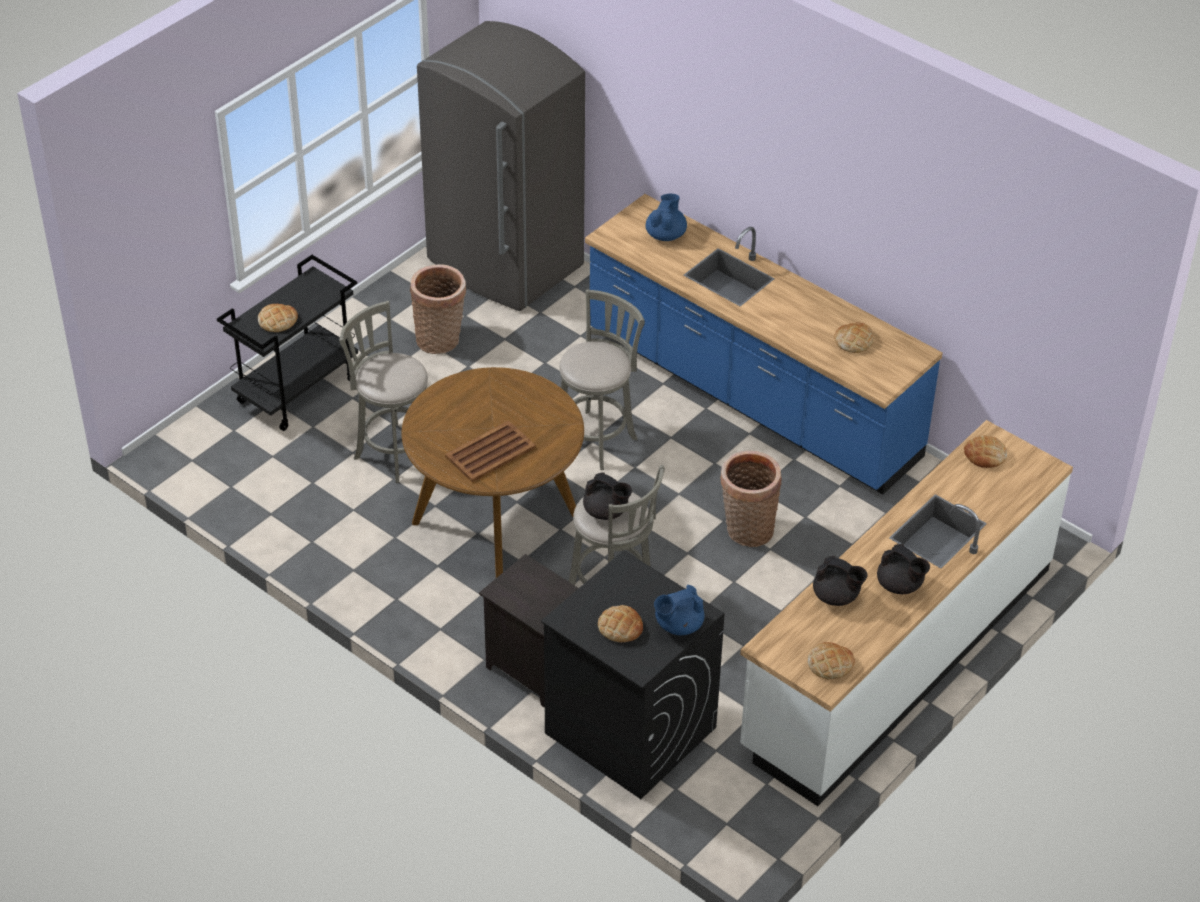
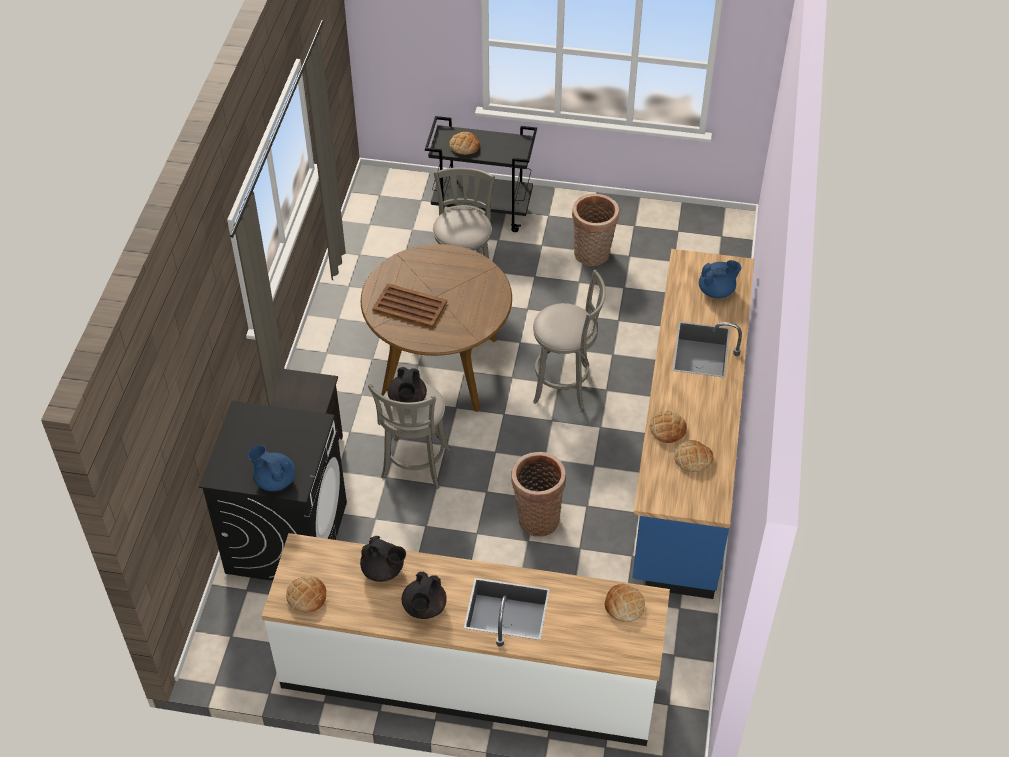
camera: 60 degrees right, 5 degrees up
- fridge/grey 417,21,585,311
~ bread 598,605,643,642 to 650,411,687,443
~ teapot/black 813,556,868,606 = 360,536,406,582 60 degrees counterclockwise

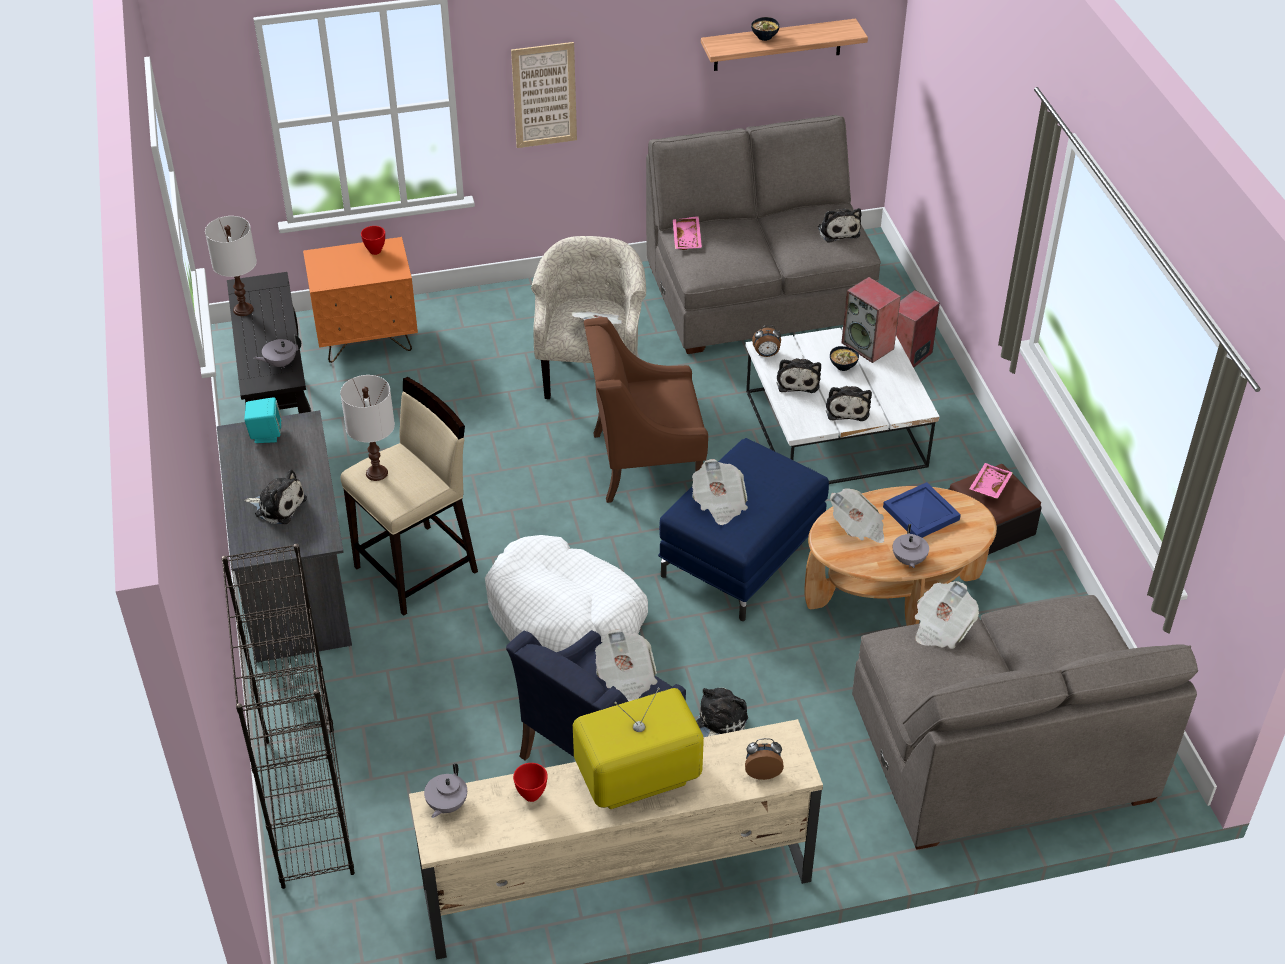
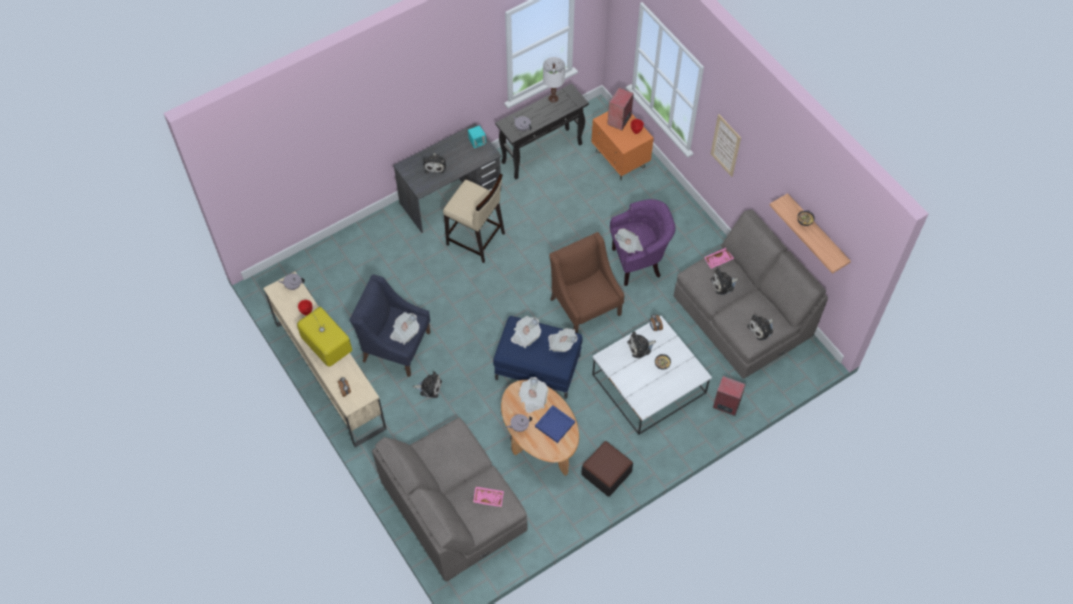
camera: 70 degrees right, 15 degrees up
- bookcase/black 221,544,355,889
- table lamp/white 340,375,395,481
- dog bed/white 485,535,648,652
~ armchair/beige 531,236,646,399 to armchair/purple 610,199,676,286
~ plush toy 826,386,872,421 to 711,268,739,295
~ speaker 841,277,901,363 to 607,87,634,130
~ newspaper 915,581,979,649 to 548,328,577,352
~ tray/pink 969,463,1013,499 to 473,487,504,507

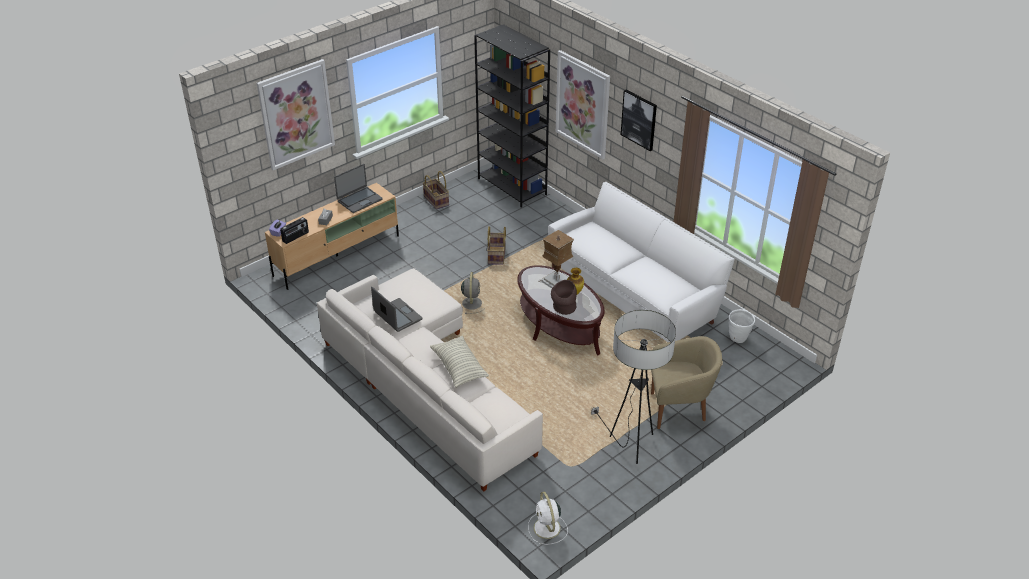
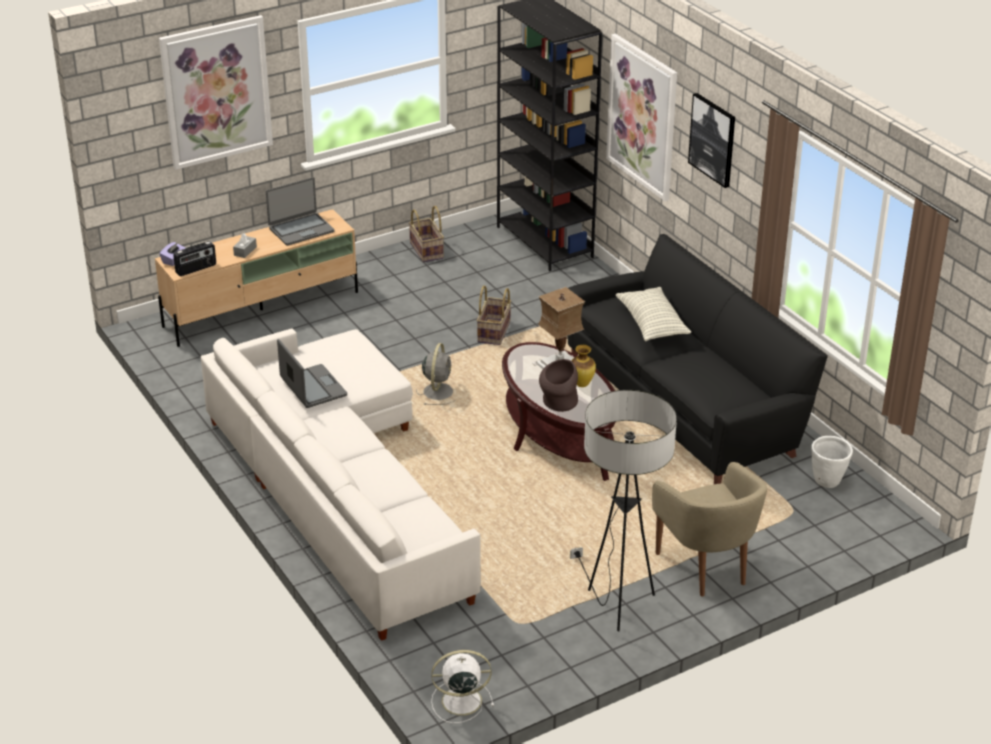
camera: 10 degrees right, 5 degrees down
~ pillow 430,336,489,388 to 616,287,691,341
~ fan/white 528,492,568,545 = 431,650,494,723 90 degrees clockwise
~ sofa/white 548,182,735,342 to sofa/black 568,234,828,484
~ armchair/beige 651,336,722,429 = 652,462,767,596 60 degrees clockwise

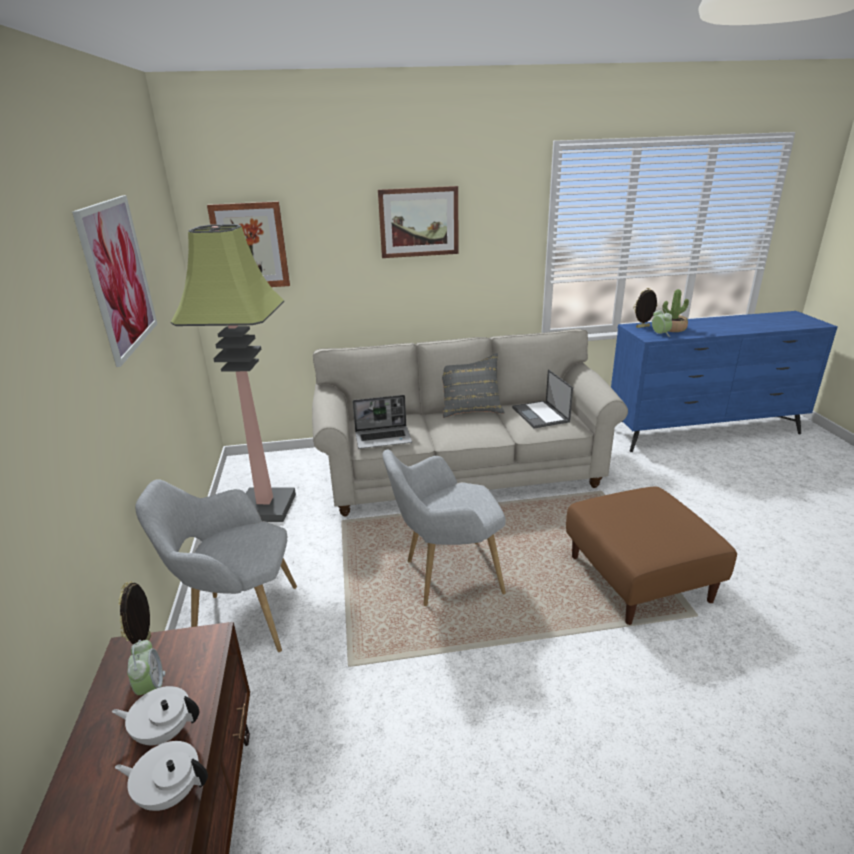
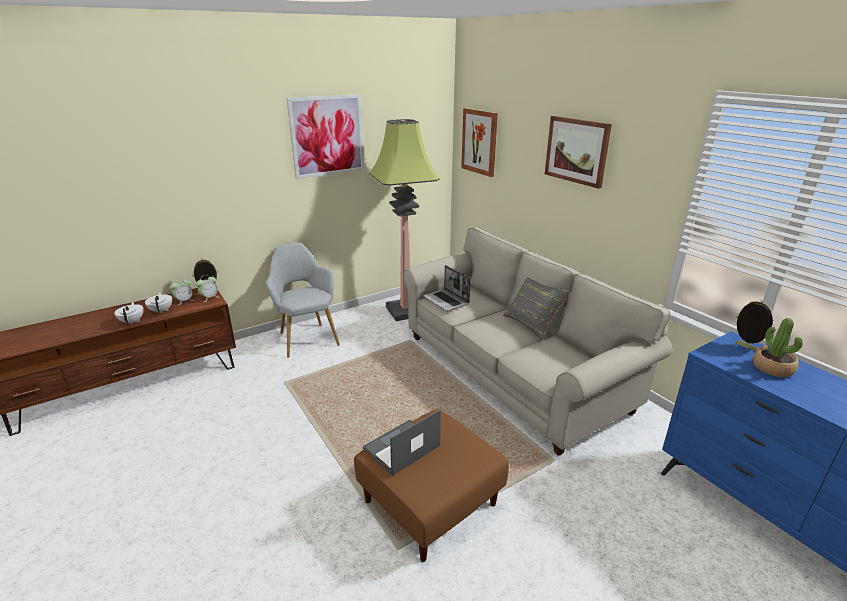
camera: 65 degrees right, 0 degrees up
- armchair/grey 383,450,506,606
~ laptop 512,369,573,428 to 363,410,441,476
~ alarm clock 652,308,672,337 to 196,275,219,302

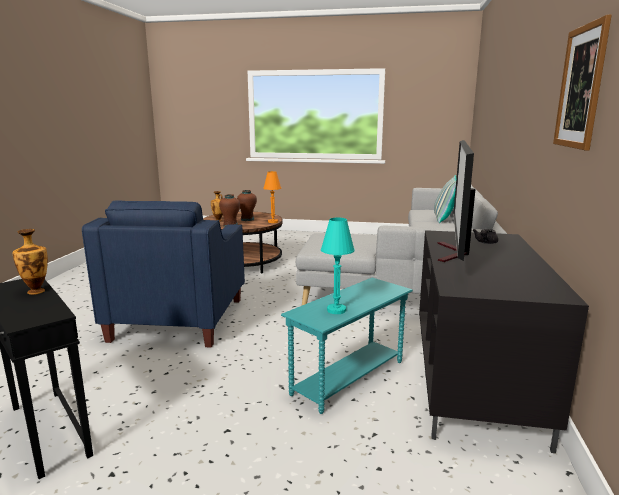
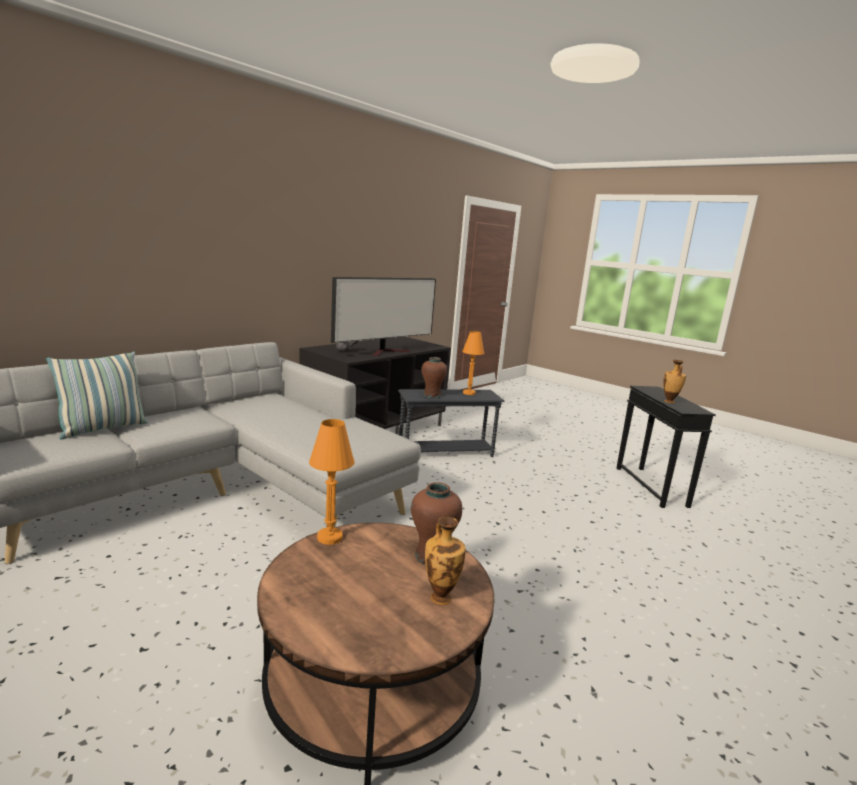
camera: 150 degrees left, 0 degrees up
- armchair/blue 82,201,245,348
~ vase/brown 237,190,257,221 to 421,357,447,398
~ side table/turquoise 281,278,413,414 to side table/grey 398,389,504,457
~ table lamp/turquoise 321,218,355,314 to table lamp/orange 462,331,484,395
- picture 553,15,612,150

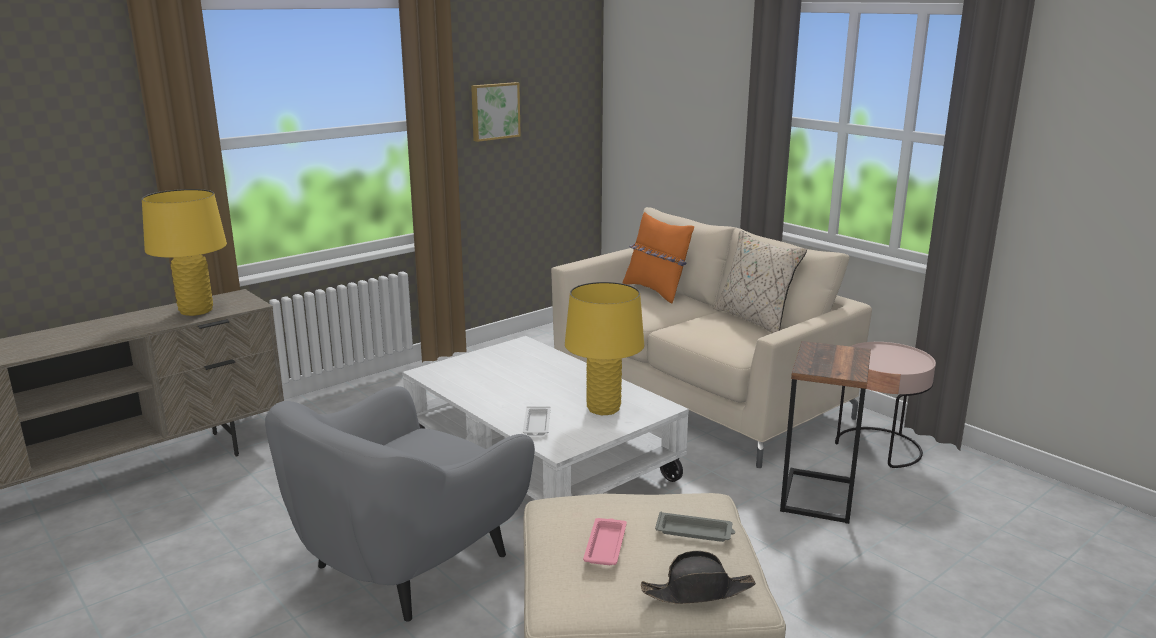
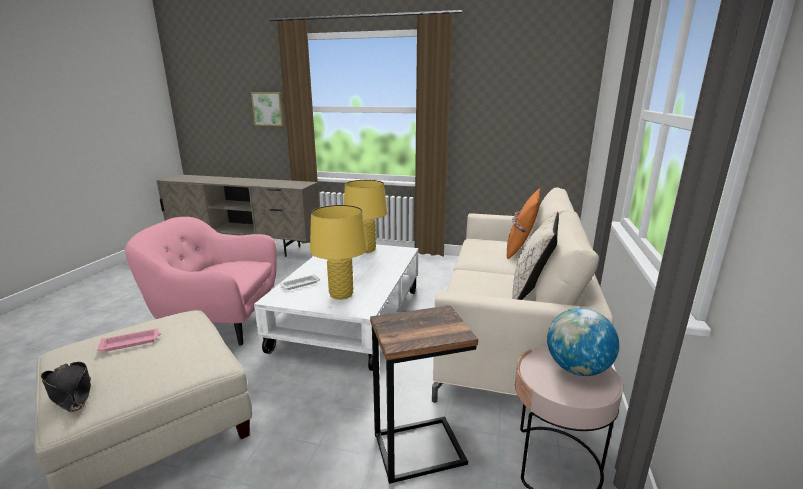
camera: 55 degrees right, 0 degrees up
~ table lamp/yellow 142,189,227,316 to 344,180,387,253
~ armchair/grey 265,386,535,622 to armchair/pink 125,217,277,346
~ picture 471,82,521,142 to 251,92,284,126
- tray/grey 655,512,735,542
+ globe 547,308,619,376

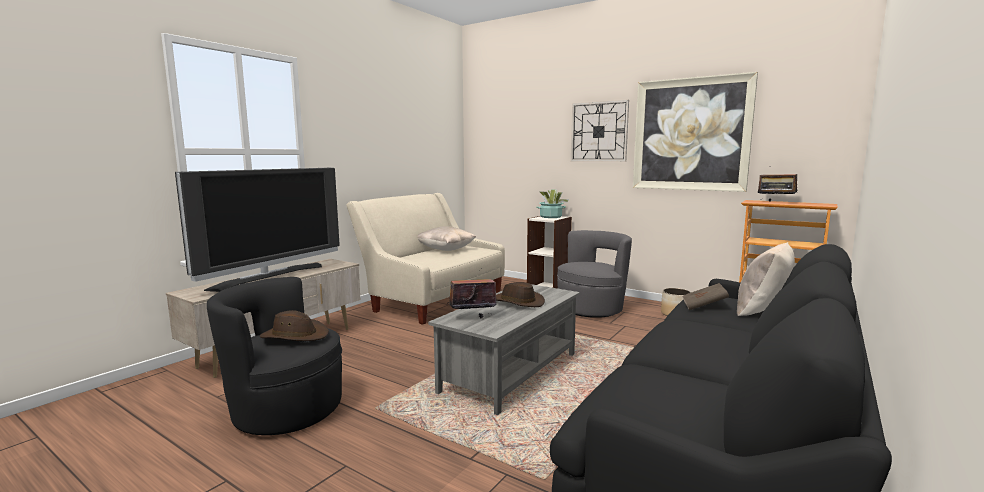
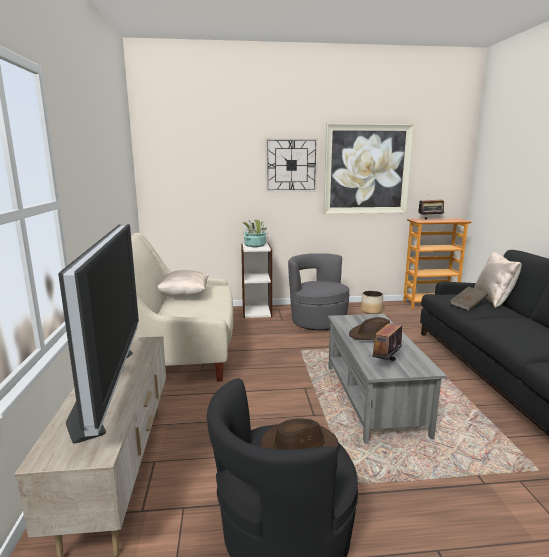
camera: 40 degrees left, 5 degrees up
~ armchair/grey 557,230,632,318 = 288,253,350,331 45 degrees counterclockwise

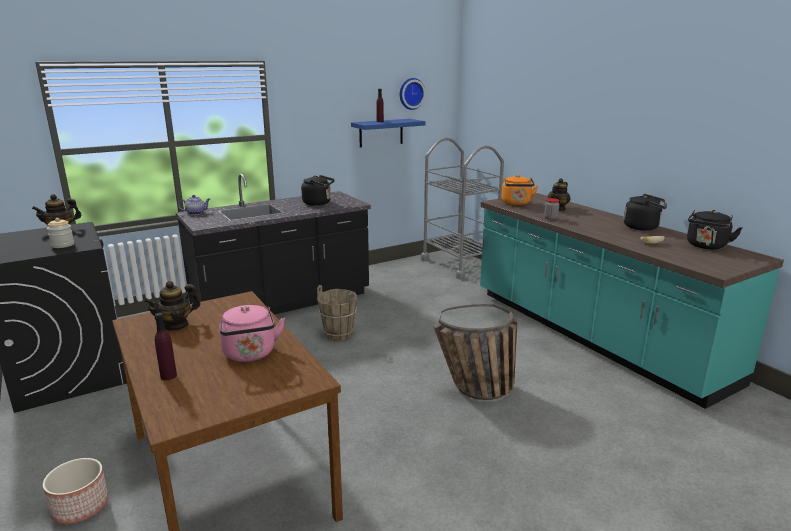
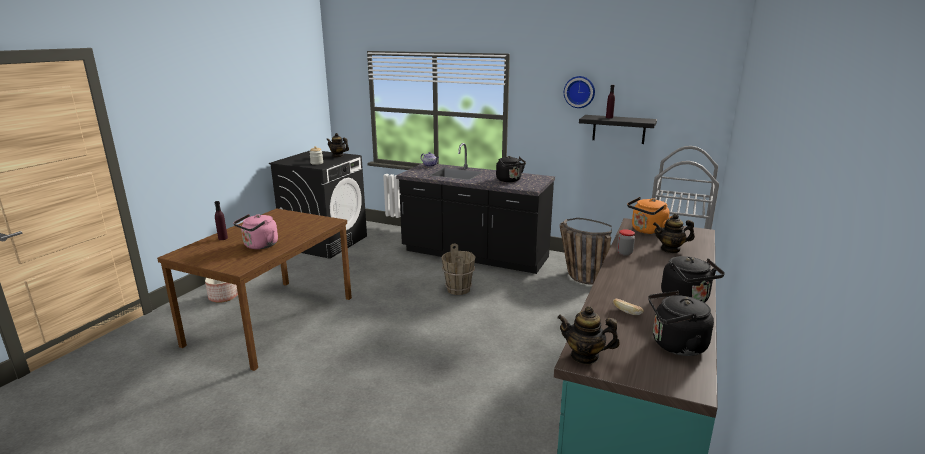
camera: 55 degrees right, 0 degrees up
~ teapot 144,281,201,331 to 557,306,620,364
~ shelf/blue 351,119,426,147 to shelf/black 579,115,657,144
~ wall clock 400,78,426,110 to 564,76,595,108
~ basket 433,304,517,400 to 560,218,612,285

